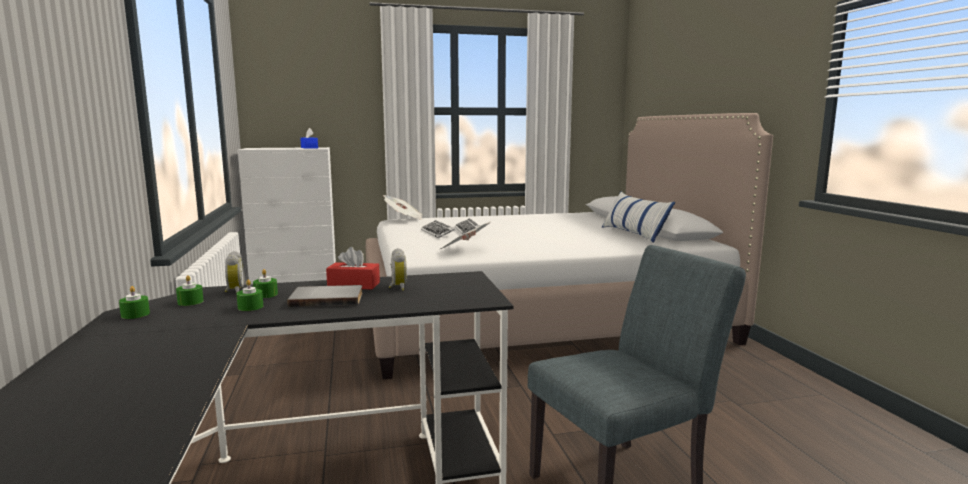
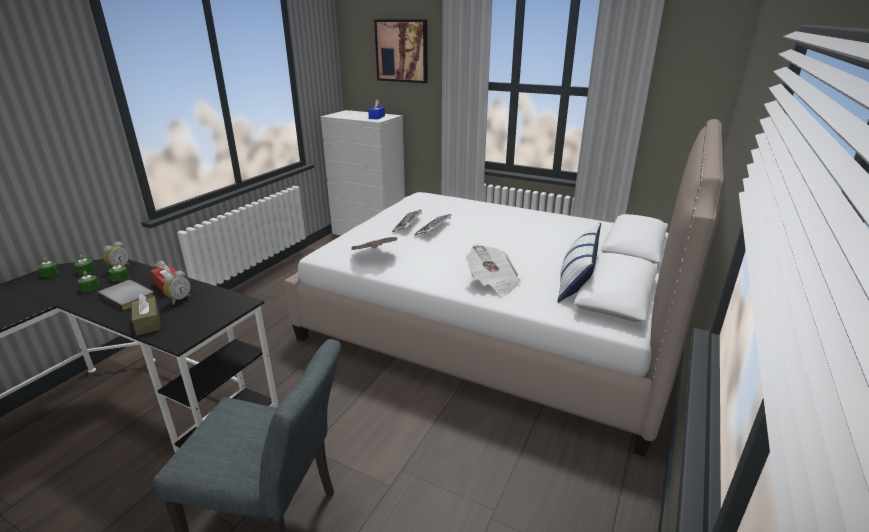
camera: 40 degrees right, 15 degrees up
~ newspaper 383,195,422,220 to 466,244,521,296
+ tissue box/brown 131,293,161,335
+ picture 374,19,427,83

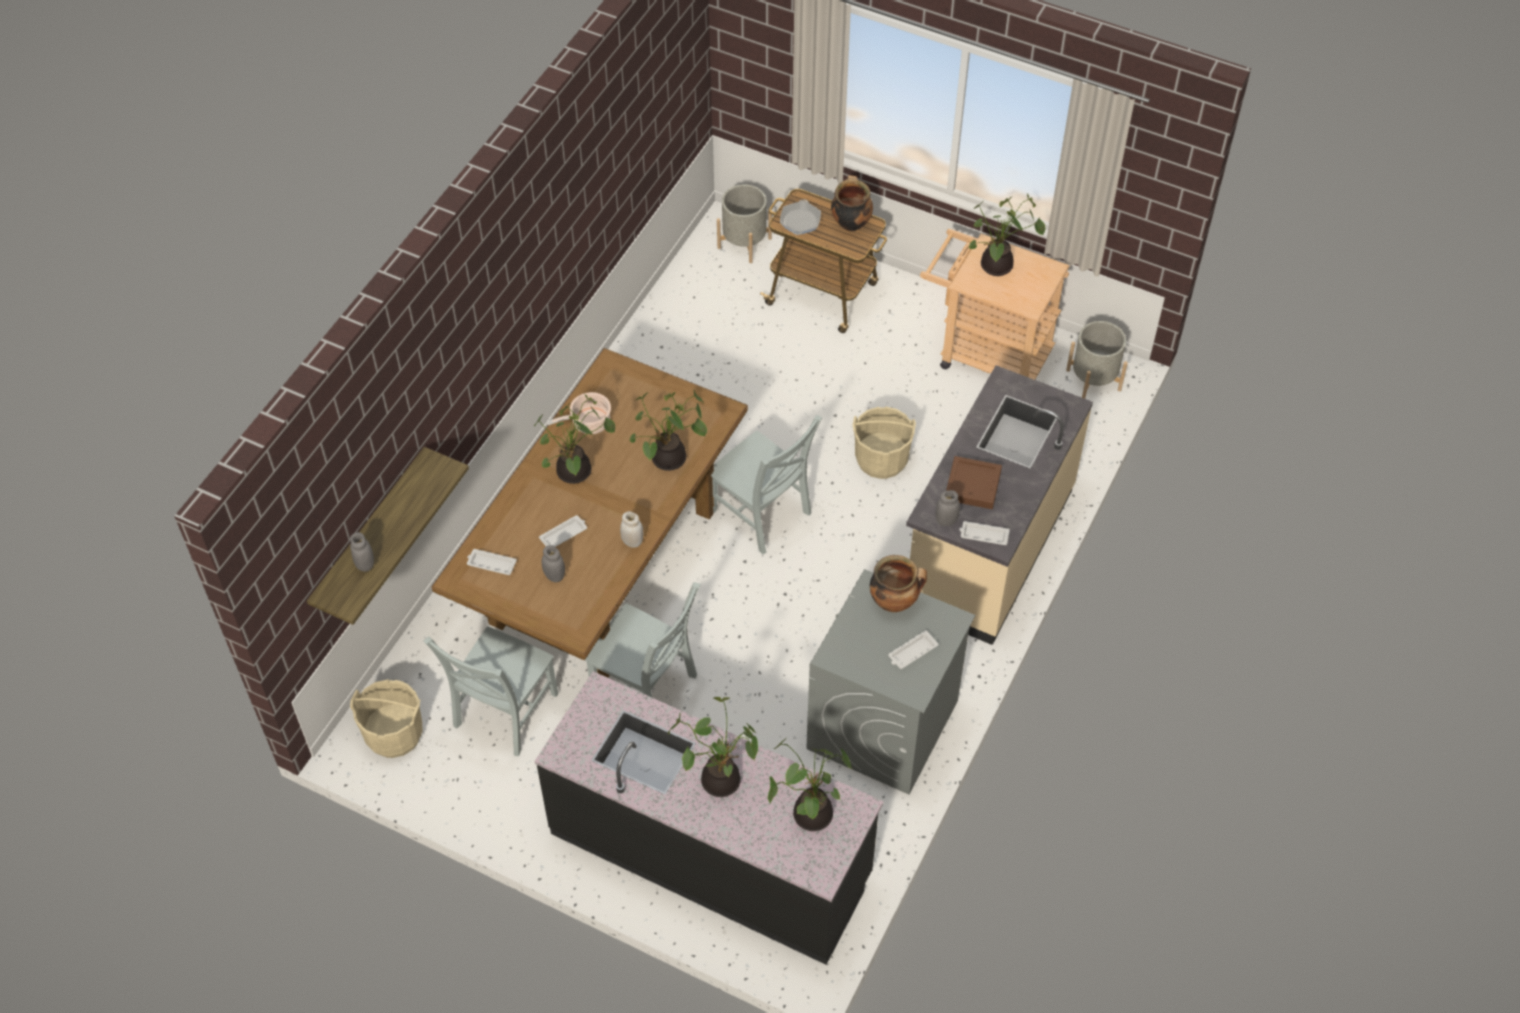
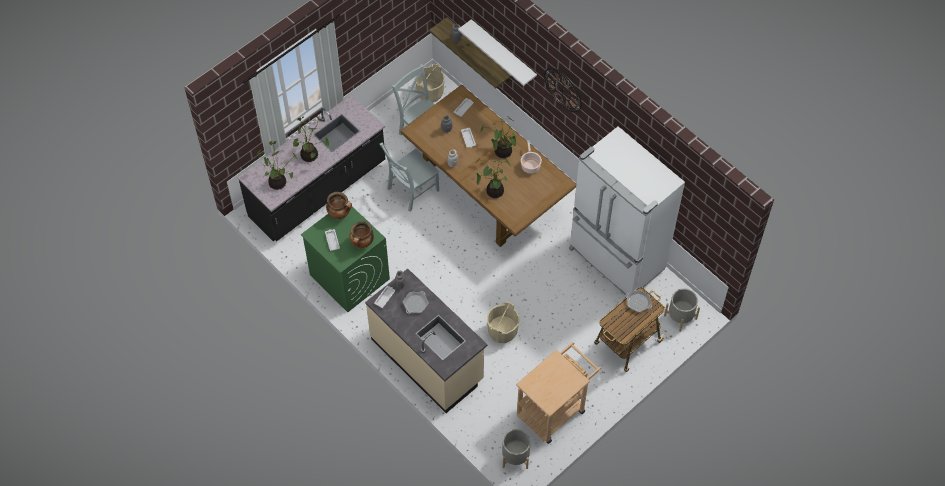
camera: 110 degrees right, 5 degrees up
- chair/grey 711,415,822,555
~ washing machine/grey 807,569,975,794 to washing machine/green 301,207,390,312
~ cooking pot 831,175,873,231 to 326,192,352,219
~ tray/brown 946,456,1002,509 to frying pan 403,291,429,314
- potted plant 968,193,1045,276
+ shelf/white 458,19,537,86
+ wall clock 544,68,582,112
+ fridge/white 569,126,685,298

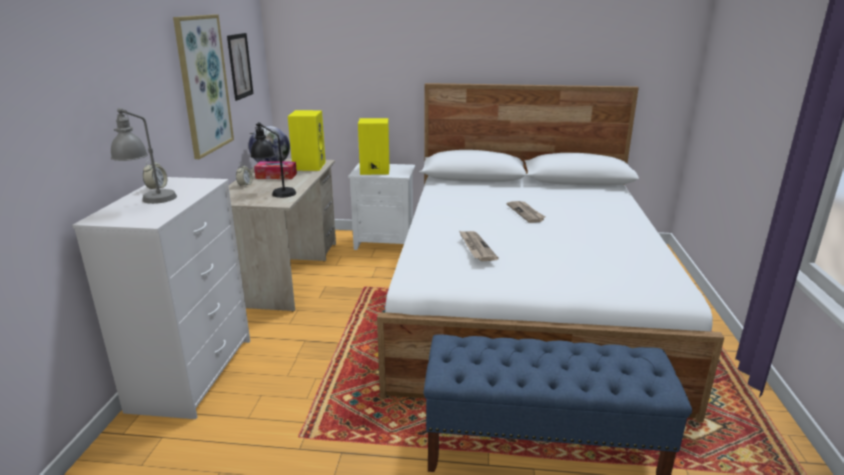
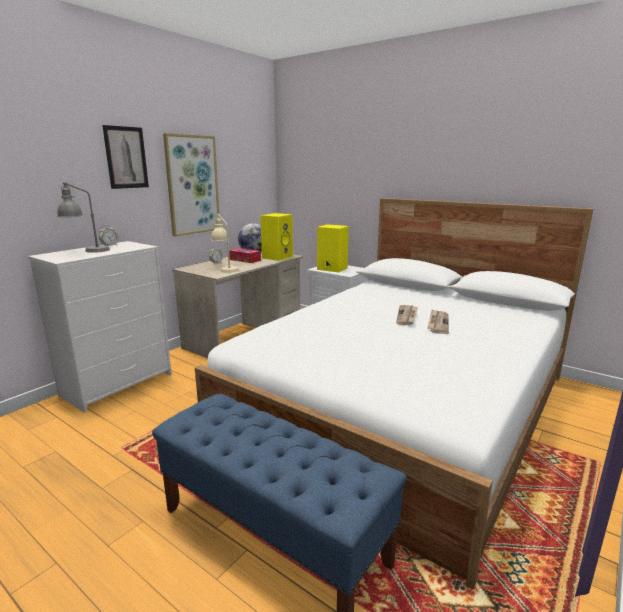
camera: 30 degrees right, 5 degrees down
~ picture 227,33,253,101 to 102,125,149,189
~ table lamp/black 250,122,296,198 to table lamp/beige 211,214,239,273
~ newspaper 459,231,499,261 to 427,309,449,334

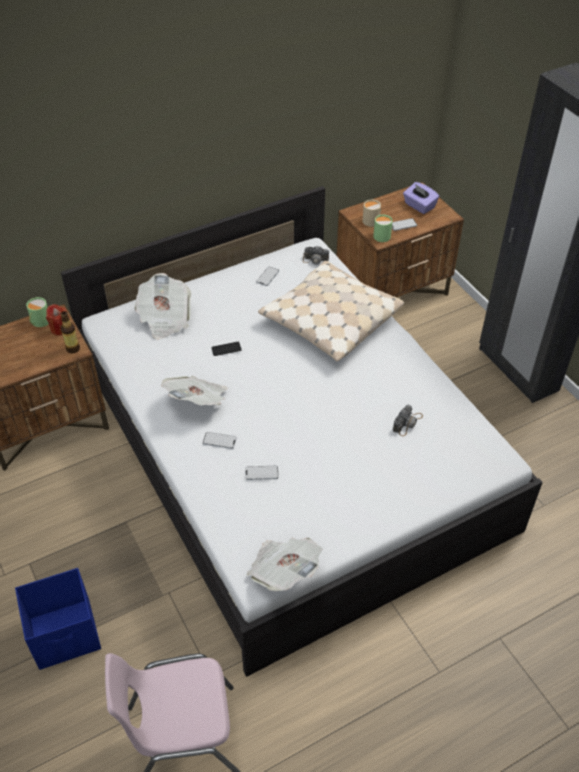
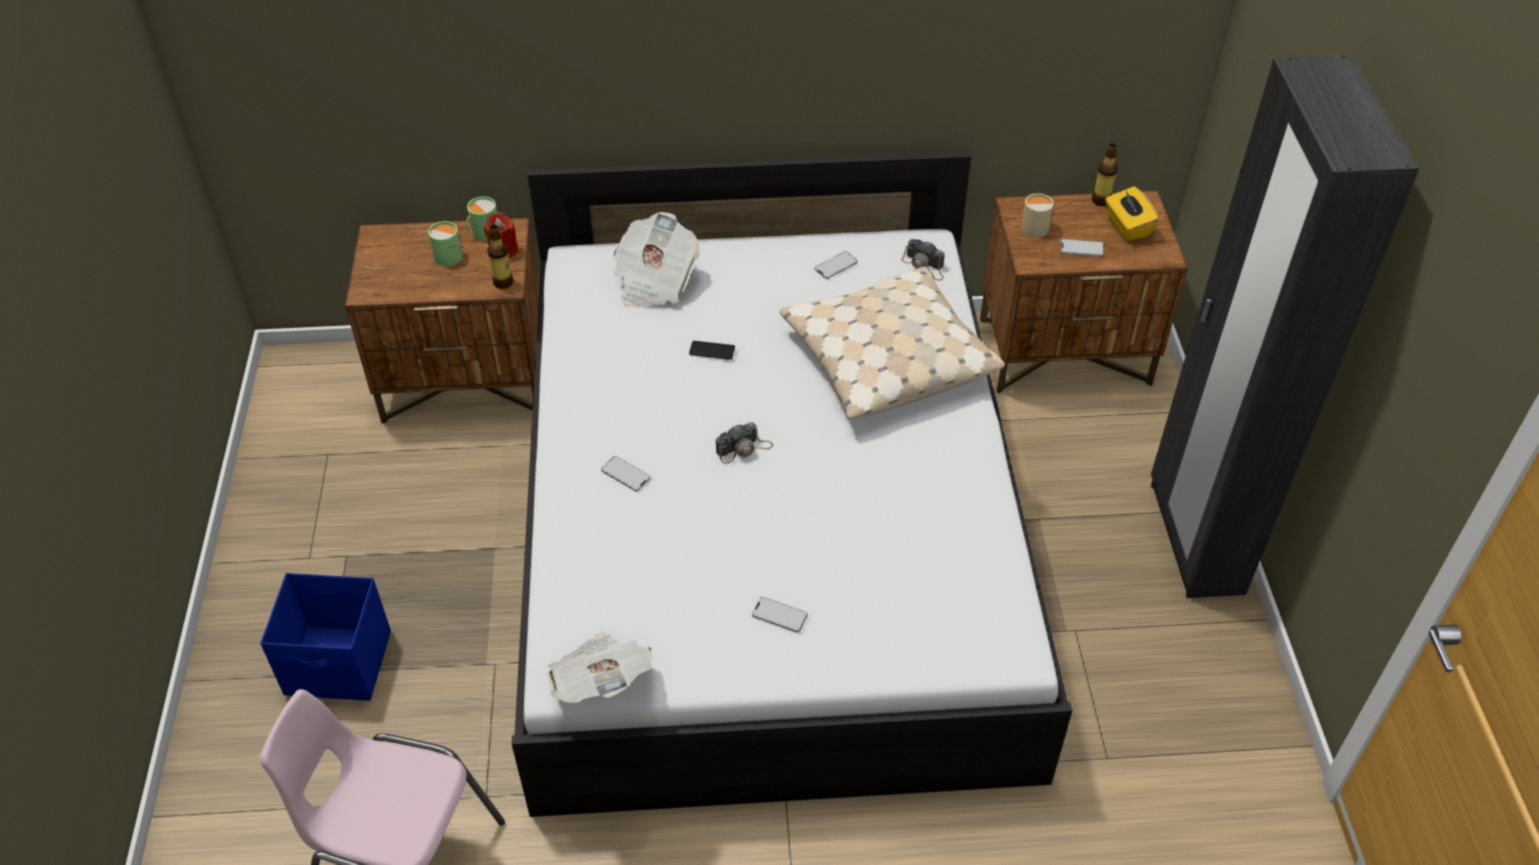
camera: 25 degrees right, 0 degrees up
- newspaper 161,376,228,405
~ phone 246,466,278,480 to 752,597,808,633
~ mug/green 373,215,393,242 to 428,221,463,266
~ photo camera 393,405,423,436 to 716,422,773,464
~ tissue box/purple 403,182,439,214 to tissue box/yellow 1105,186,1159,241
+ bottle 1092,143,1118,206

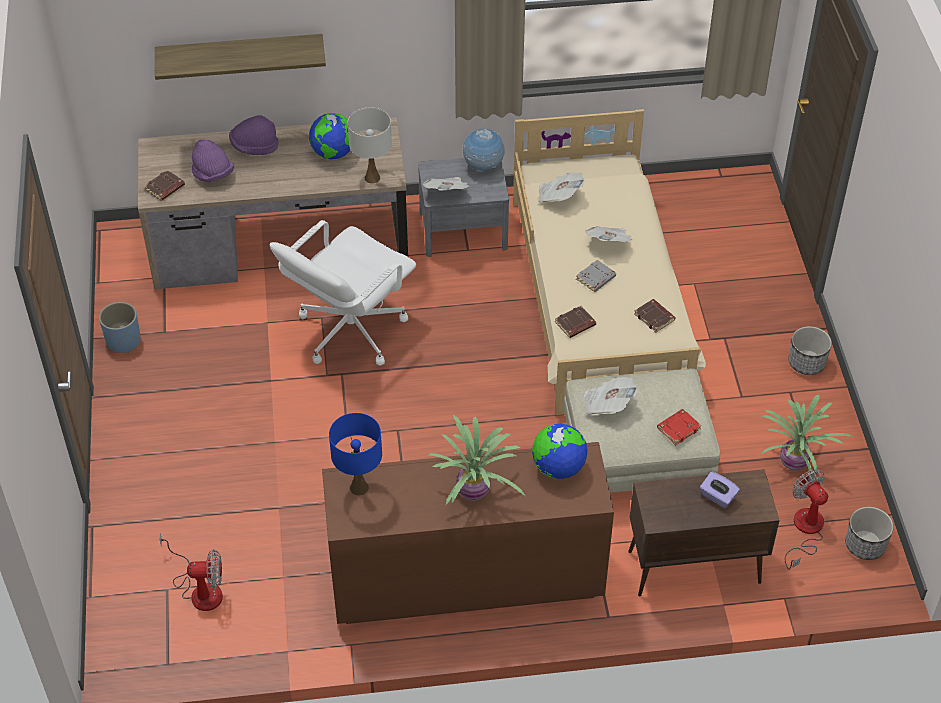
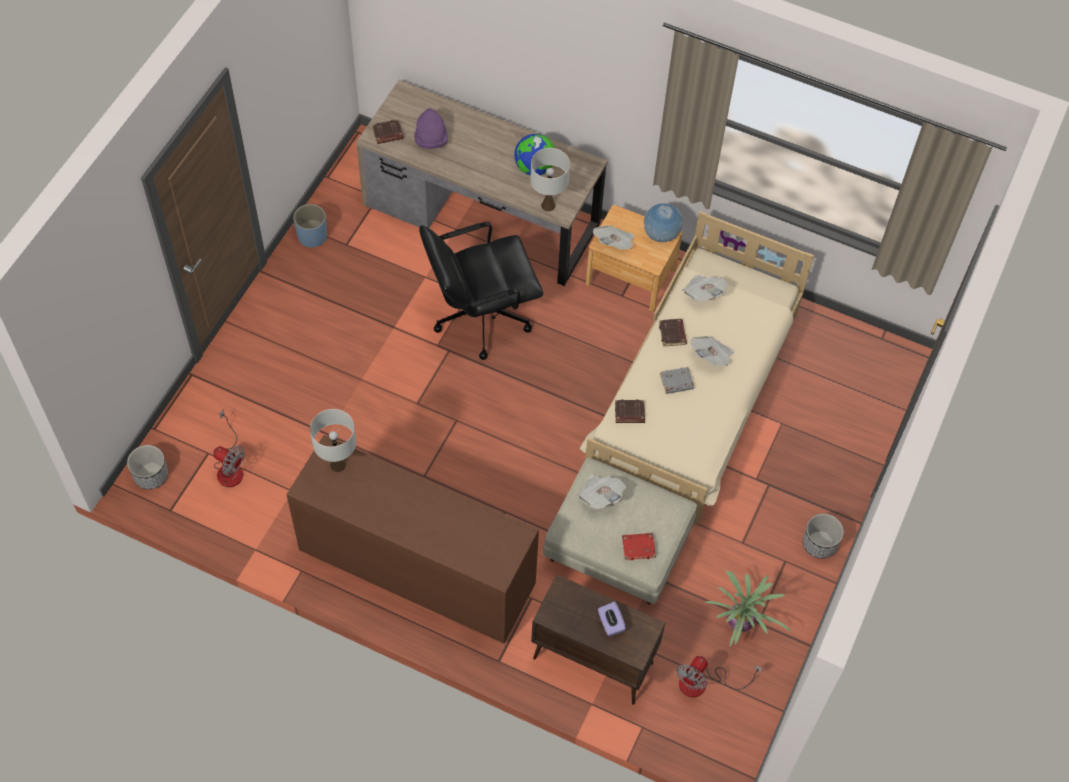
camera: 30 degrees right, 10 degrees up
- shelf 155,34,326,80
- hat/purple 229,115,279,155
~ office chair/white 269,220,416,366 to office chair/black 419,222,543,360
~ table lamp/blue 329,413,382,495 to table lamp/white 310,409,356,472
~ nightstand/grey 418,158,509,257 to nightstand/brown 586,205,682,312
- potted plant 427,415,525,505
- globe 532,424,587,479
~ book/brown 634,299,676,332 to 659,319,687,347
~ fan 785,469,828,570 = 676,656,762,697 150 degrees counterclockwise
~ planter 845,507,894,560 to 127,445,168,490

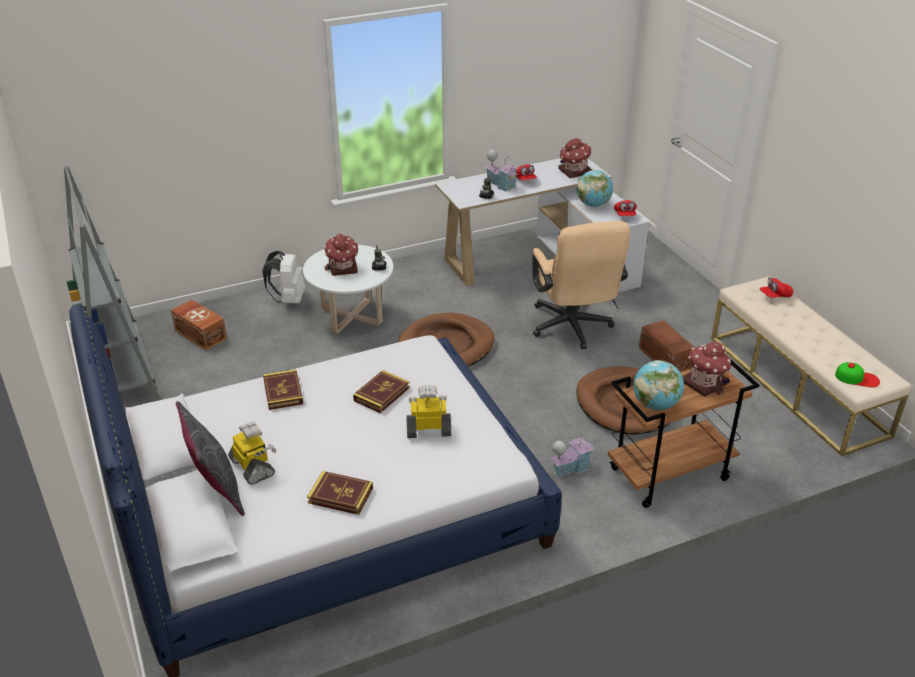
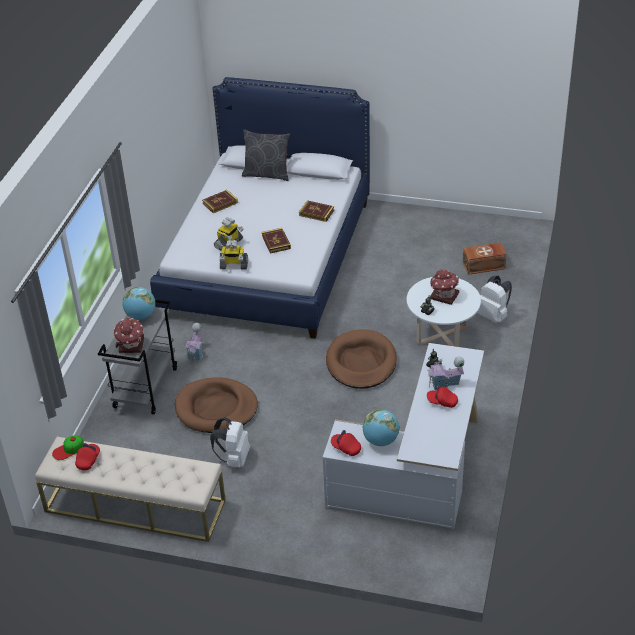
camera: 130 degrees right, 5 degrees up
- bookcase/grey 64,166,161,401
~ toy robot 228,421,276,484 to 220,240,248,270
- office chair/beige 532,221,630,349
- toy house 558,138,592,178
~ cart/brown 608,360,759,508 to cart/grey 98,300,177,414
~ storage box/brown 639,320,695,372 to backpack/white 210,417,250,467
~ cap/red 760,277,793,298 to 75,443,100,470

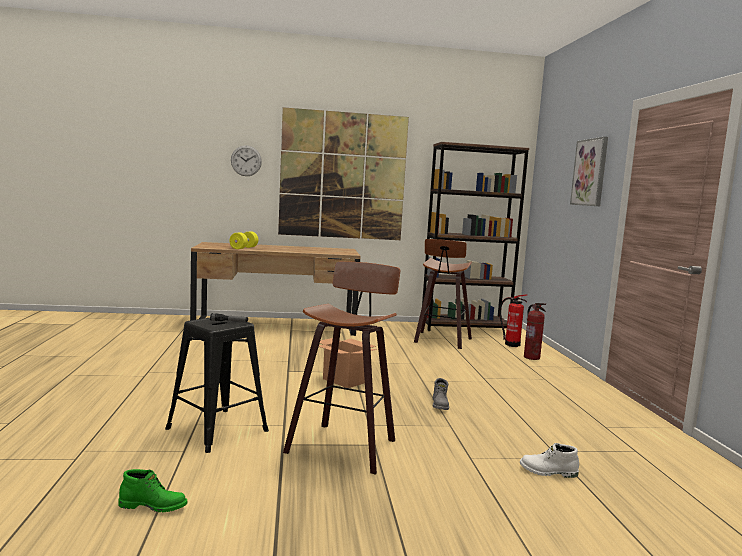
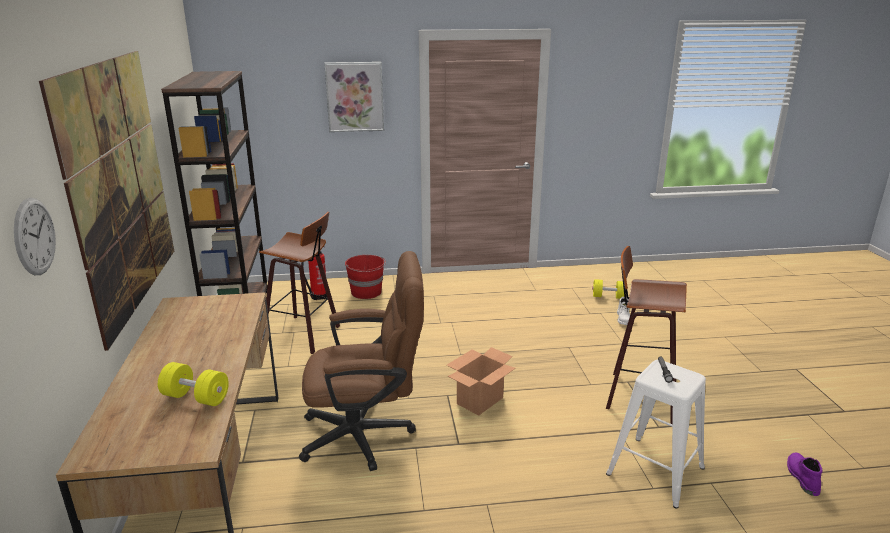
camera: 90 degrees left, 15 degrees up
~ boot/green 118,469,188,512 to boot/purple 787,453,823,496
~ stool/black 165,318,269,453 to stool/white 606,360,706,509
- boot/grey 433,378,449,410
~ fire extinguisher 524,303,546,360 to bucket/red 345,255,386,299
+ office chair/brown 299,251,424,471
+ dumbbell/yellow 592,279,624,299

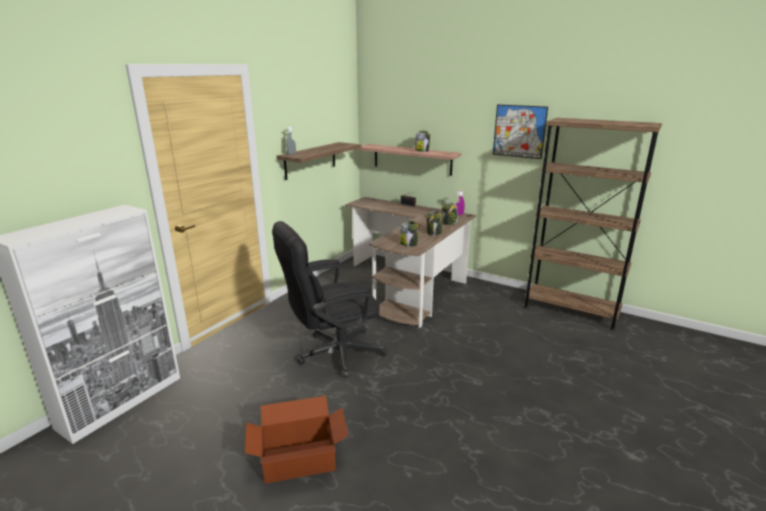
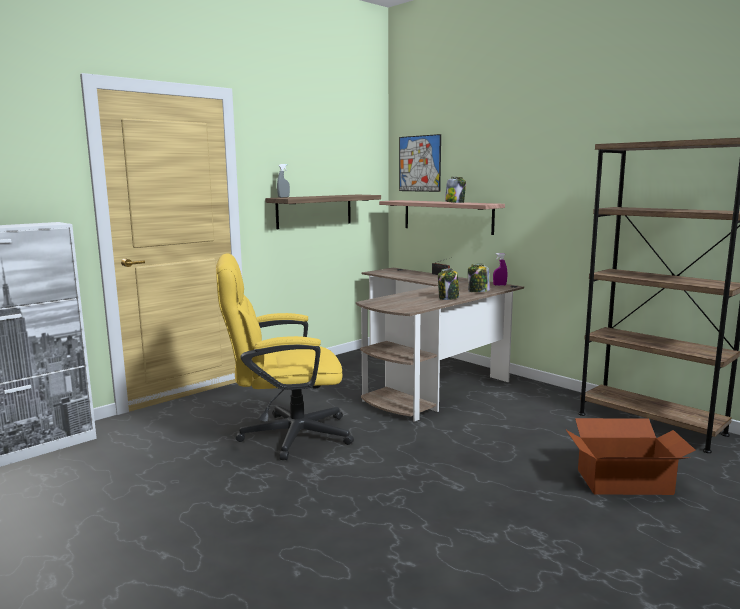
camera: 15 degrees right, 10 degrees down
~ cardboard box 245,396,348,484 to 565,418,695,495
~ office chair/black 272,221,387,378 to office chair/yellow 216,253,354,460
- jar 400,221,419,247
~ picture 493,105,548,159 to 399,134,441,192

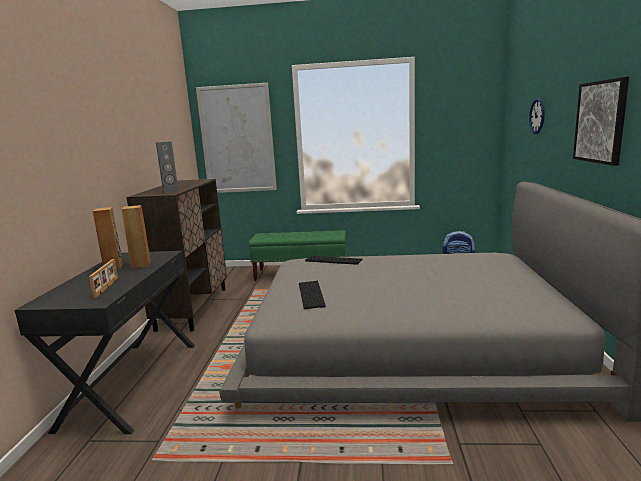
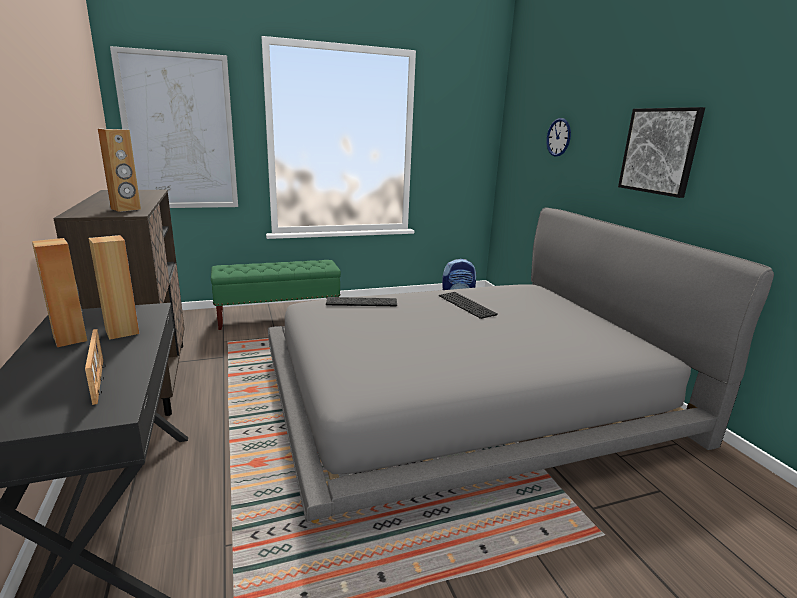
camera: 25 degrees left, 5 degrees up
~ speaker/grey 156,141,179,193 to speaker/brown 98,129,141,212
~ keyboard 299,281,326,309 to 439,292,498,319

